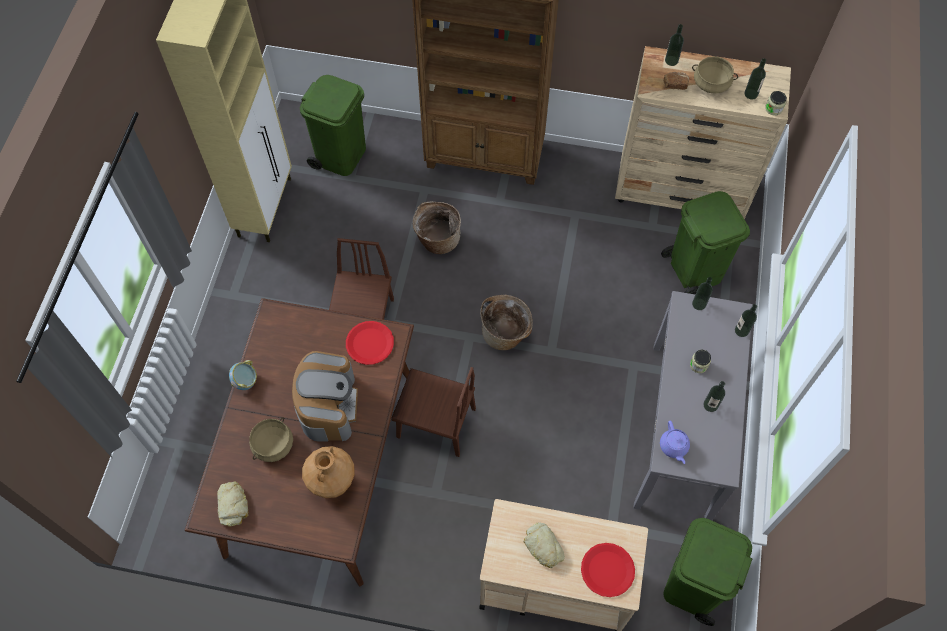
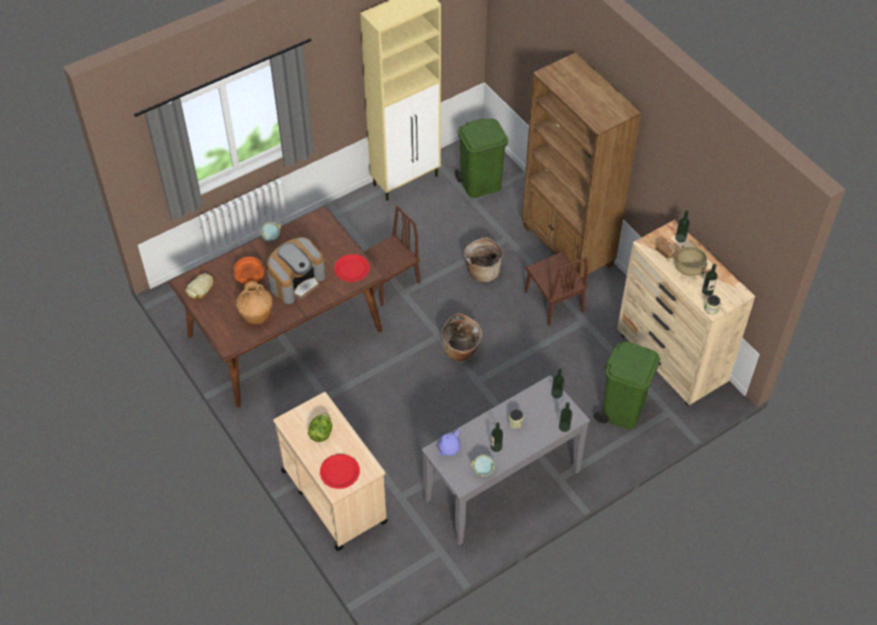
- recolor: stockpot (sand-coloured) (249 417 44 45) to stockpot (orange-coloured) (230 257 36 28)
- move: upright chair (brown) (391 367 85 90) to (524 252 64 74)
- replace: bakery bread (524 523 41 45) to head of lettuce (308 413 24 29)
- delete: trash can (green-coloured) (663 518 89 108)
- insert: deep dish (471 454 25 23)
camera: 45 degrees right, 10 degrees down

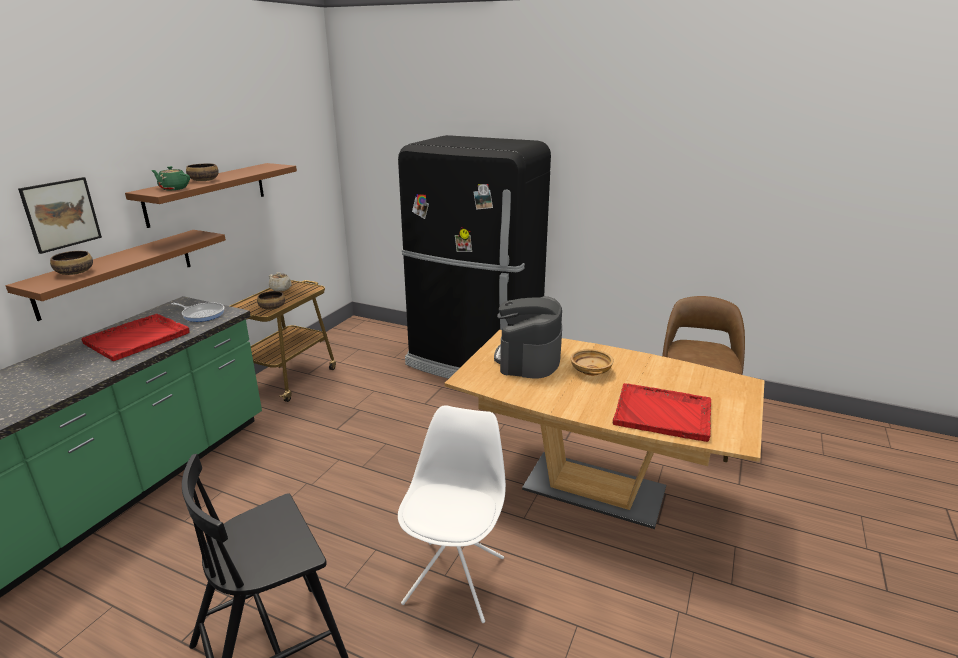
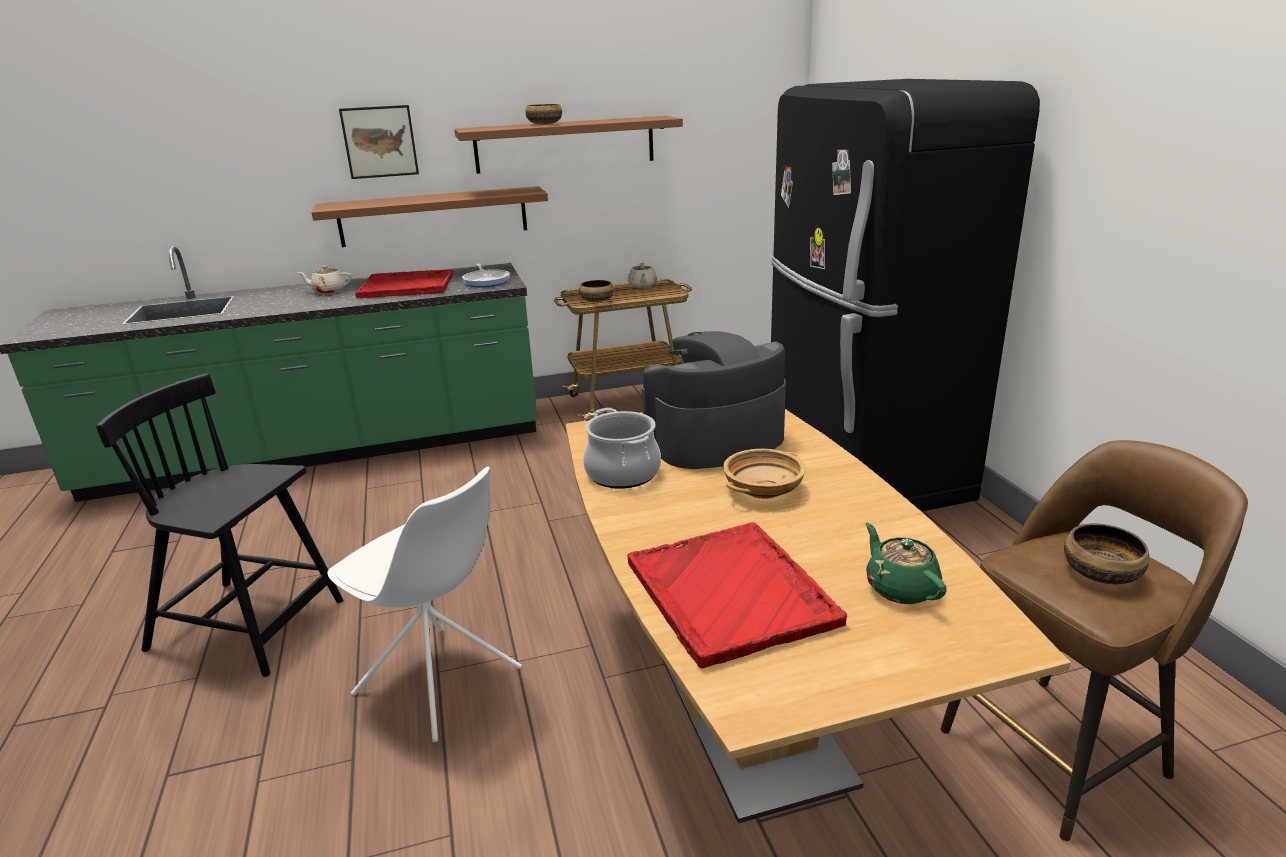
- move: deep dish (50 251 43 24) to (1064 523 86 61)
- move: tea pot (green-coloured) (151 166 39 24) to (866 522 81 82)
- rotate: upright chair (white-coloured) (398 405 108 218) = (327 467 195 275) 60 degrees clockwise
- insert: tea pot (sand-coloured) (298 266 54 28)
- insert: stockpot (583 408 78 81)
camera: 50 degrees right, 0 degrees up

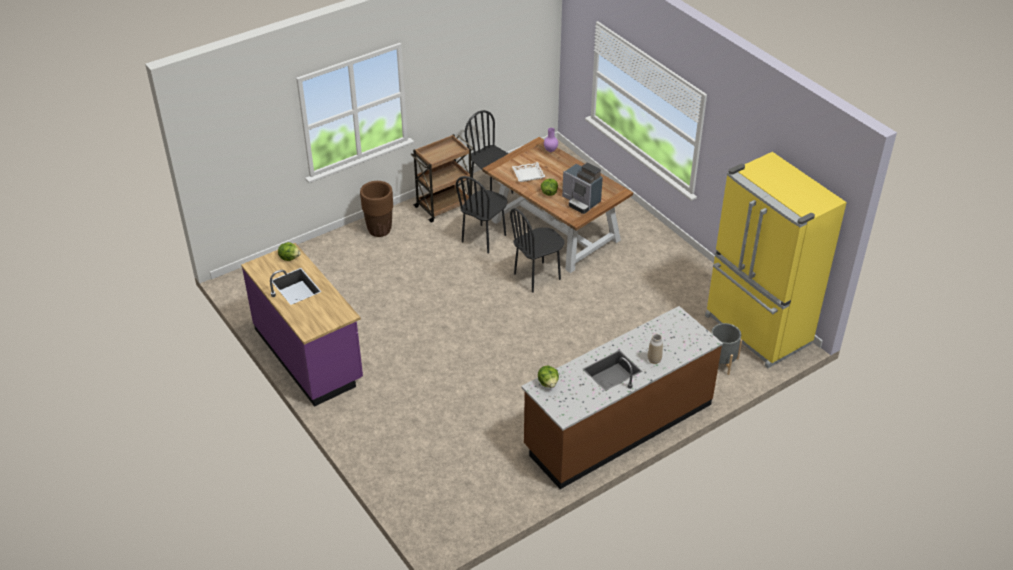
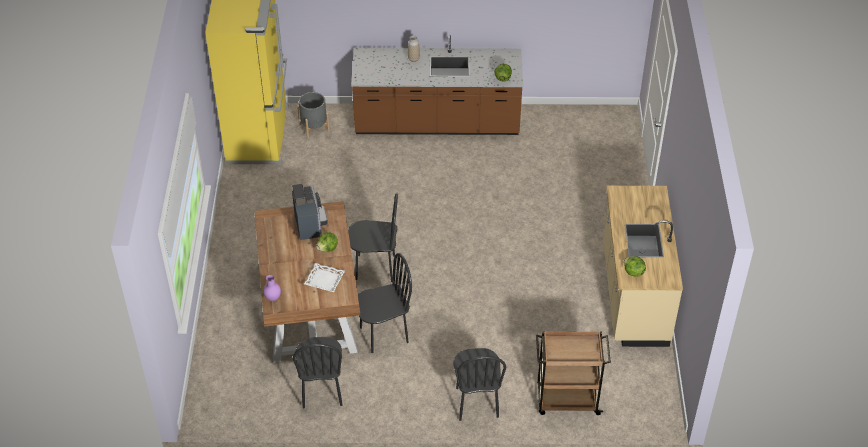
- recolor: kitchen counter (purple-coloured) (241 243 122 164) to kitchen counter (sand-coloured) (603 186 80 161)
- replace: flower pot (brown) (360 181 33 56) to upright chair (blackish) (454 348 52 73)
- move: wheeled cart (brown) (410 134 64 89) to (536 331 75 84)
camera: 145 degrees left, 5 degrees up

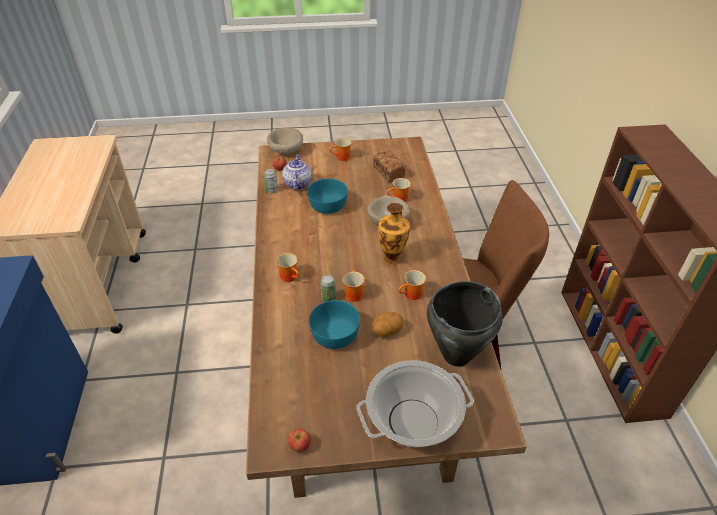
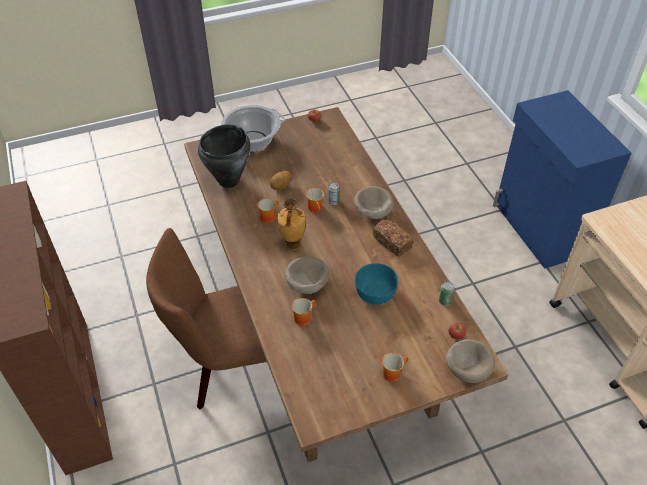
- replace: tea mug (276 253 23 29) to deep dish (sand-coloured) (354 186 40 33)
- delete: tea pot (282 154 30 37)
- delete: deep dish (turquoise) (309 300 51 49)
- move: bakery bread (373 150 33 32) to (373 219 40 38)
camera: 165 degrees right, 5 degrees up

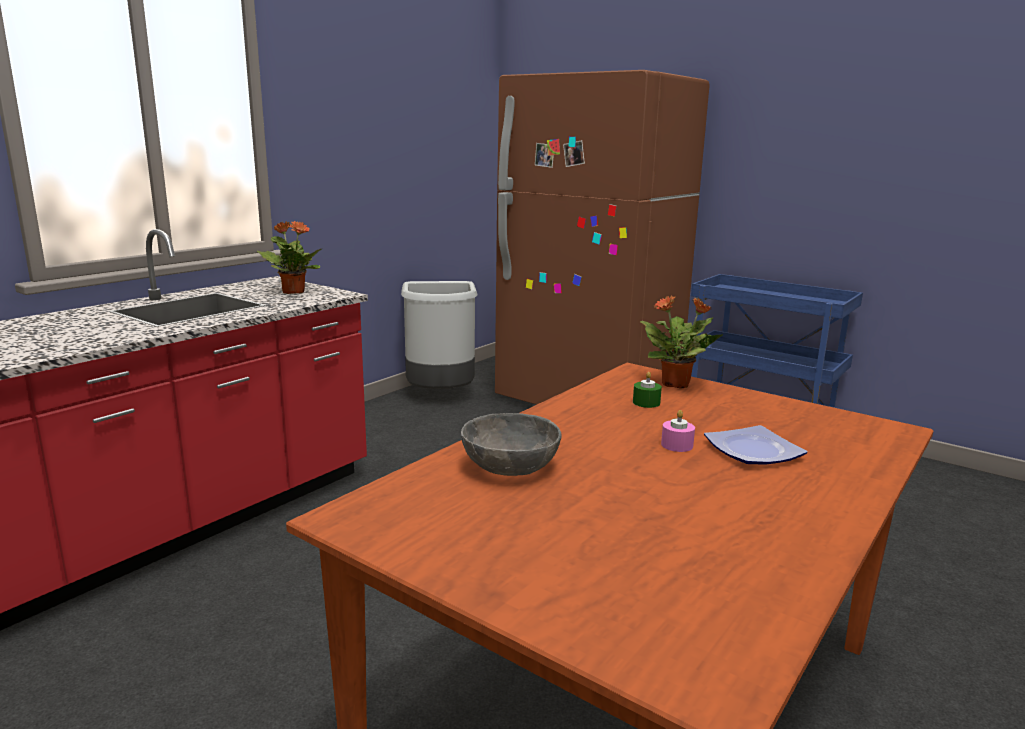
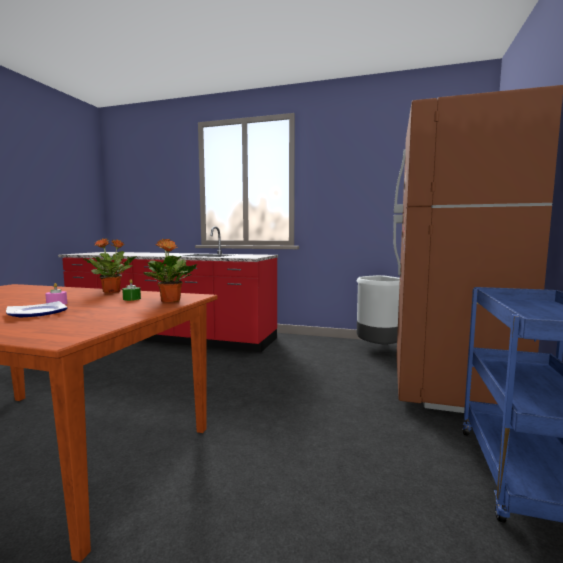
- move: potted plant (257 221 66 73) to (82 238 55 55)
- delete: deep dish (greyish) (461 413 100 63)
camera: 70 degrees right, 10 degrees down

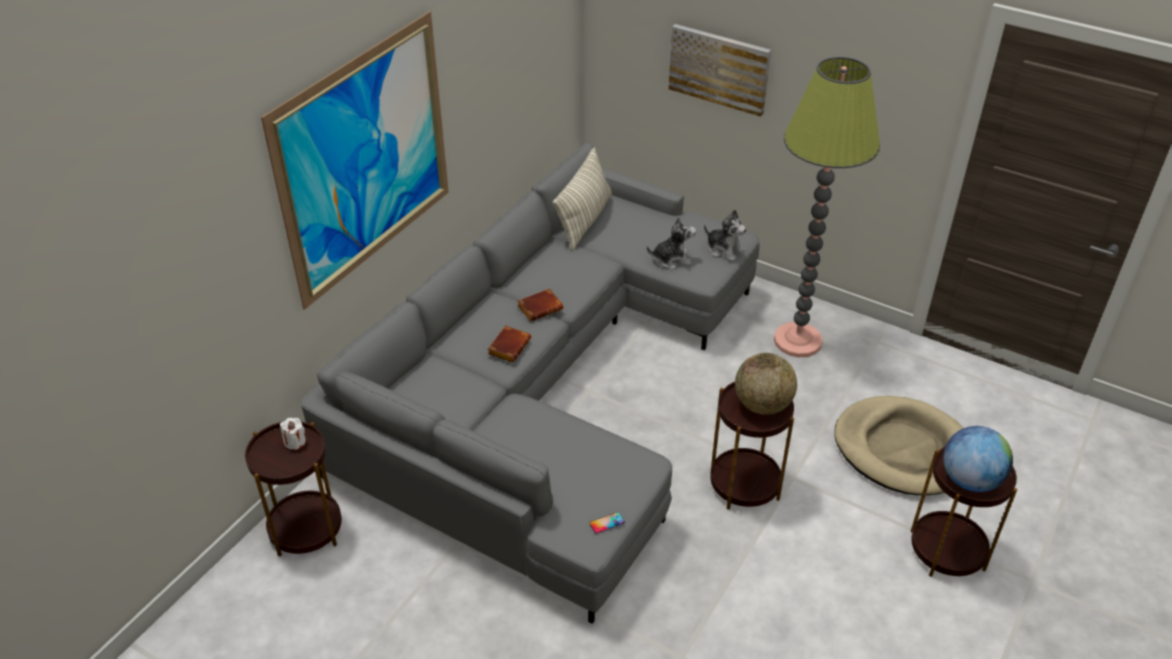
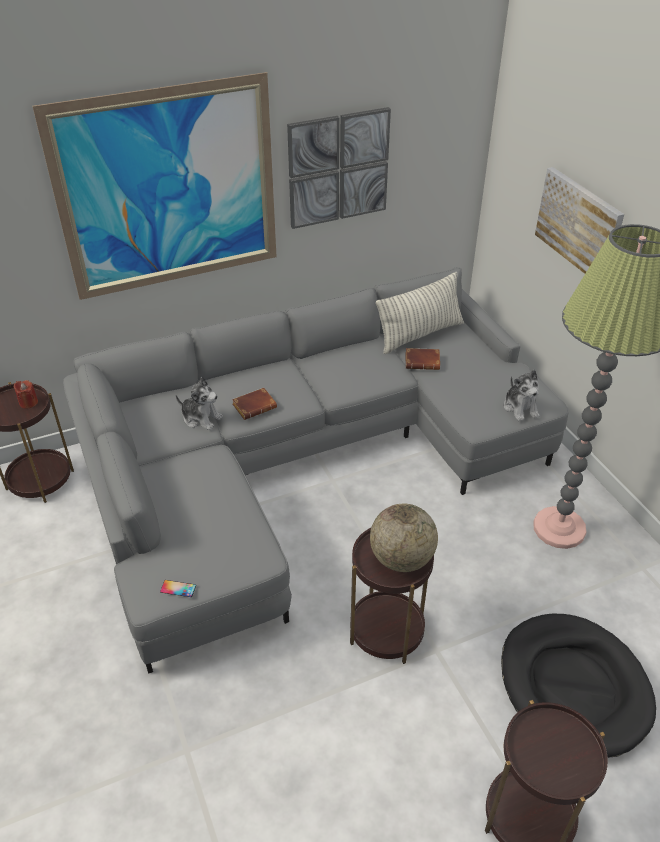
- recolor: wax light (white-coloured) (280 418 26 32) to wax light (reddish) (14 380 24 29)
- move: bound book (brown) (517 289 46 32) to (406 348 34 22)
- move: plush toy (647 217 49 52) to (175 377 48 53)
- recolor: pet bed (sand-coloured) (834 396 130 99) to pet bed (blackish) (501 613 155 145)
- delete: world globe (943 426 70 66)
- insert: wall art (287 107 104 122)
camera: 35 degrees right, 0 degrees up

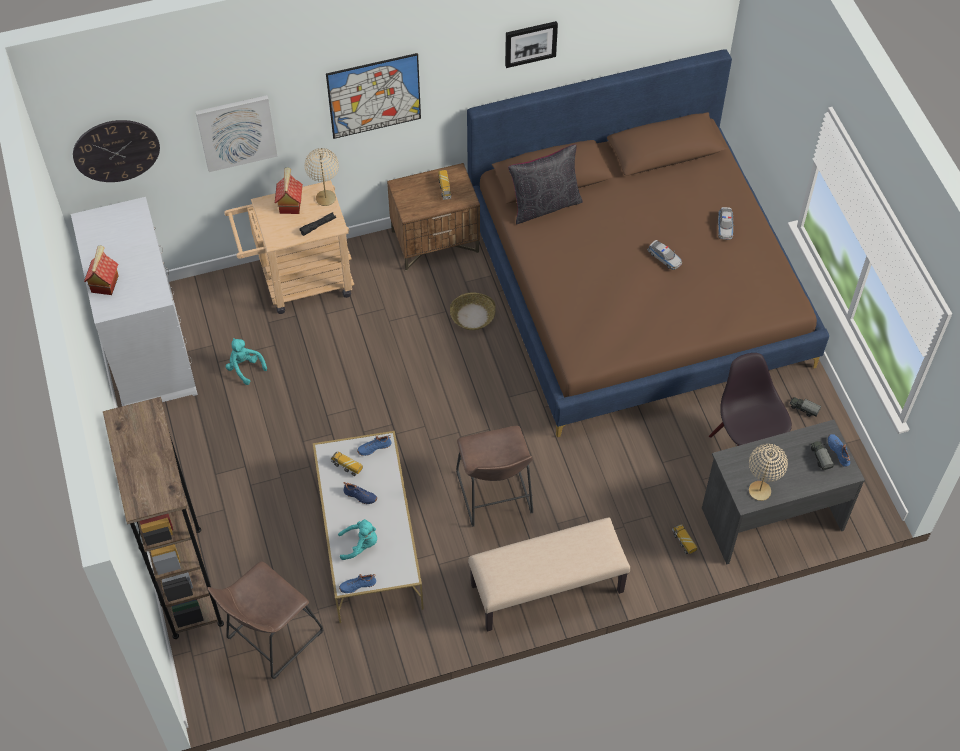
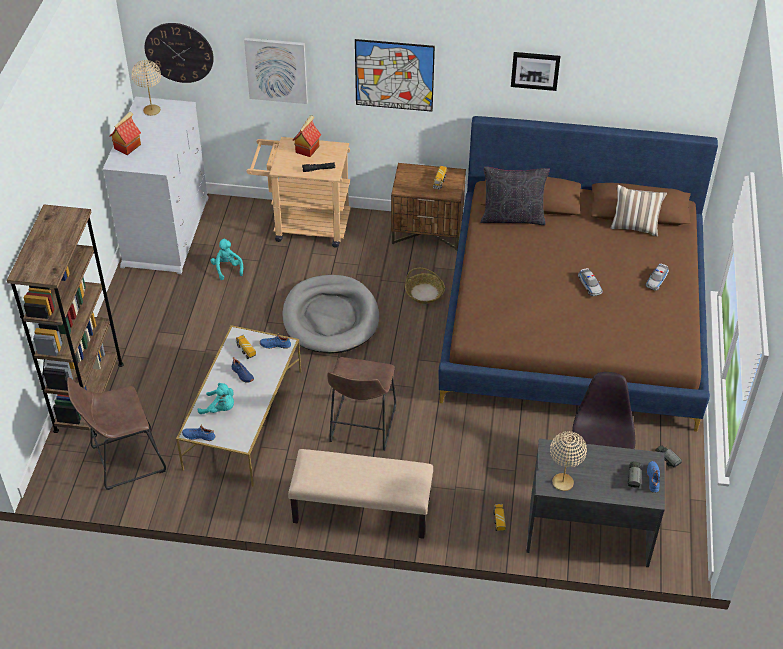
- move: tabletop lamp (sand-coloured) (305 148 34 58) to (131 60 30 56)
- insert: pet bed (greyish) (282 275 97 78)
- insert: cushion (610 185 57 52)
camera: 25 degrees right, 10 degrees down

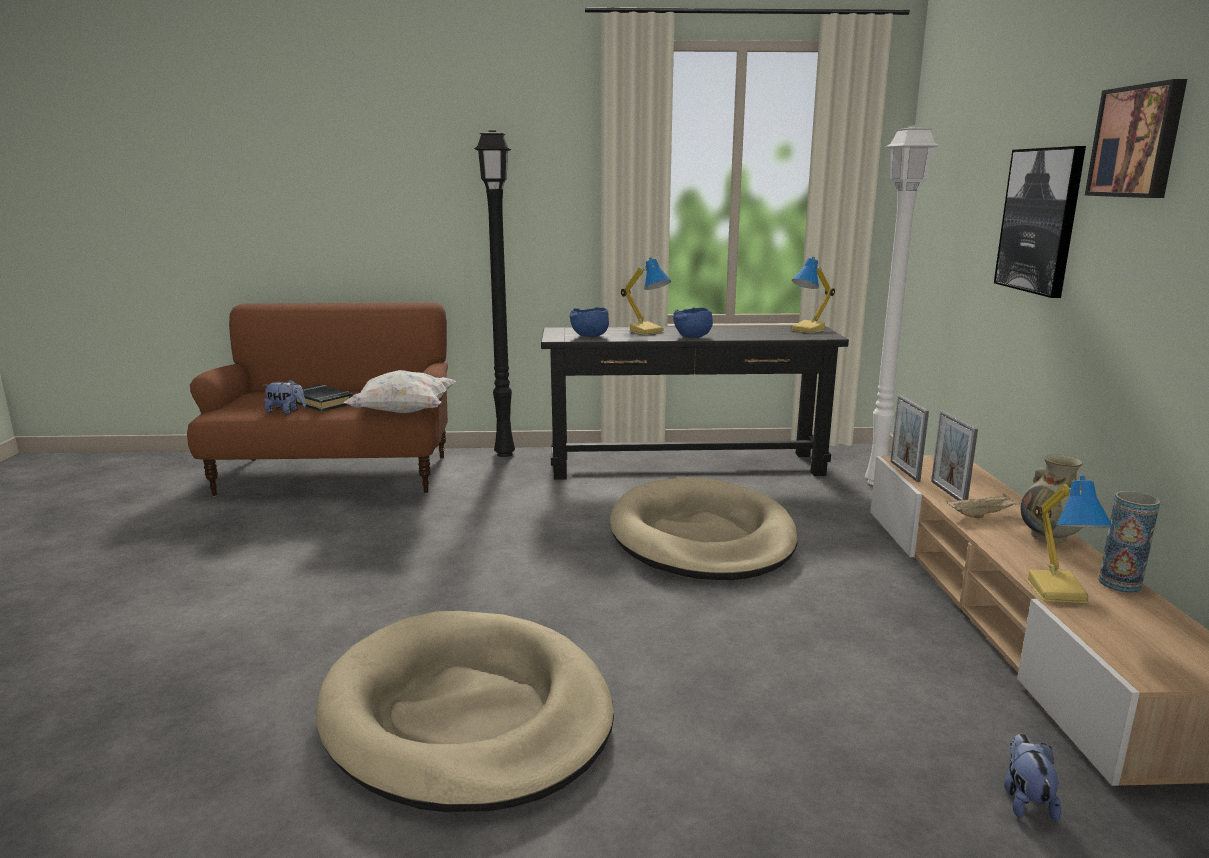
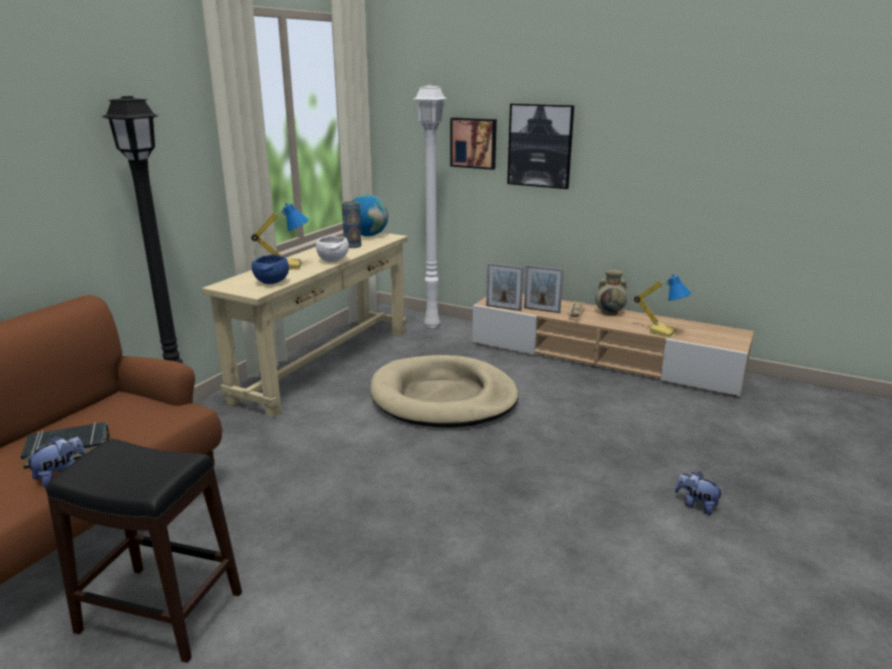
- delete: pet bed (sand-coloured) (316 611 298 201)
- delete: cushion (white-coloured) (344 370 112 43)
- recolor: hall table (blackish) (541 326 308 154) to hall table (sand-coloured) (202 232 206 186)
- recolor: deep dish (bluish) (673 307 40 31) to deep dish (white-coloured) (316 235 33 27)
- replace: tabletop lamp (791 257 44 77) to world globe (353 194 35 42)
- move: plush toy (1004 734 57 87) to (675 472 49 43)
- move: wall art (1085 79 102 119) to (450 117 47 53)
- move: flower vase (1098 491 62 102) to (342 201 20 47)
- insert: sitting stool (blackish) (46 439 196 224)
camera: 60 degrees left, 5 degrees up

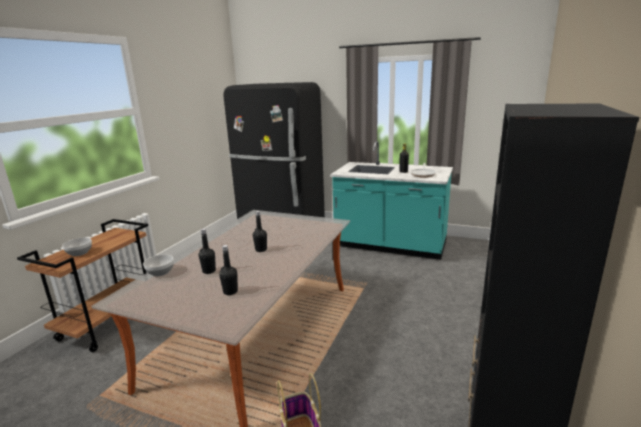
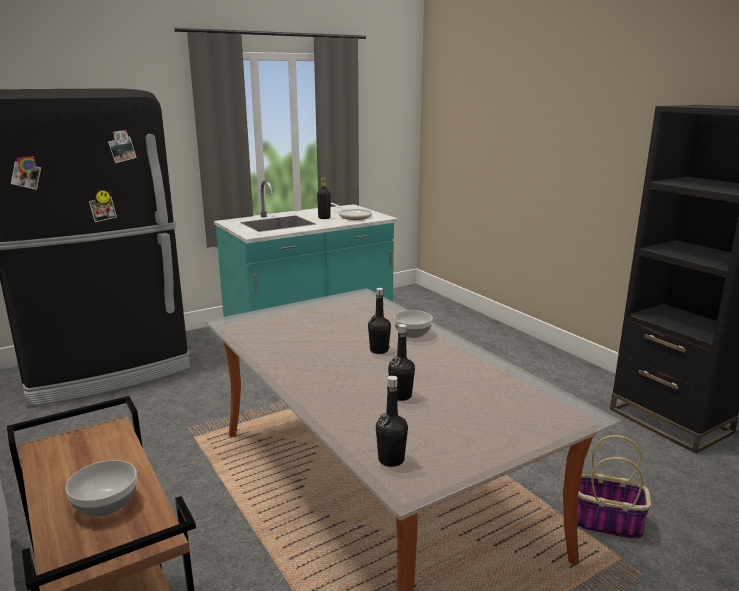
- move: deep dish (143 255 31 21) to (394 310 39 28)
- move: beverage bottle (blackish) (219 245 19 50) to (376 376 32 91)
camera: 55 degrees left, 0 degrees up

